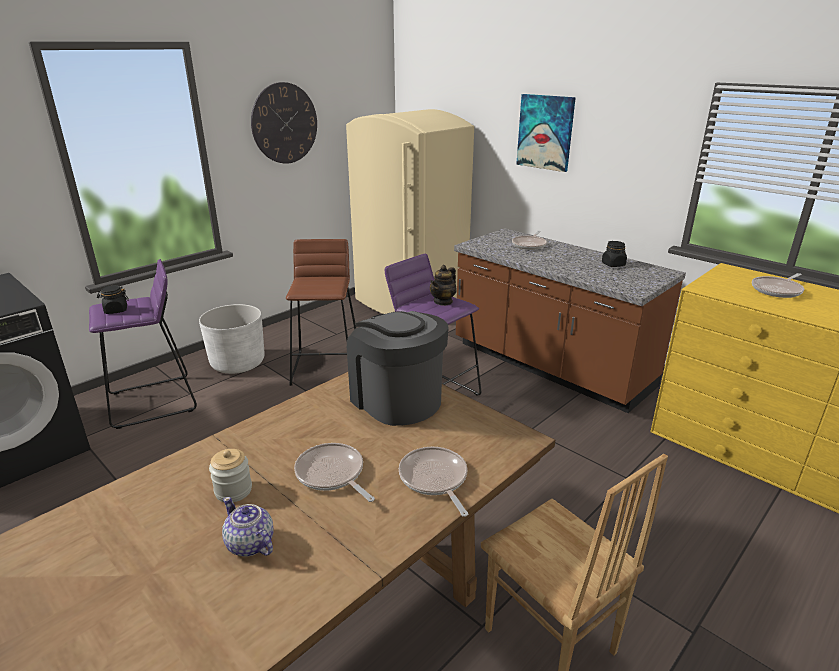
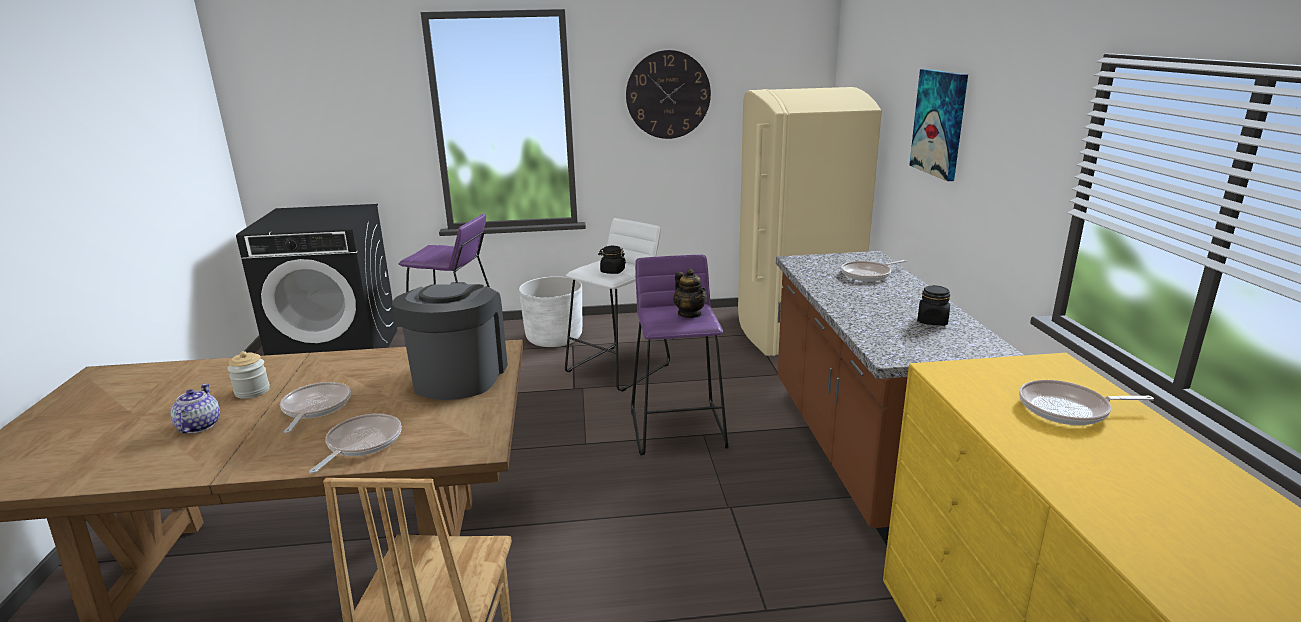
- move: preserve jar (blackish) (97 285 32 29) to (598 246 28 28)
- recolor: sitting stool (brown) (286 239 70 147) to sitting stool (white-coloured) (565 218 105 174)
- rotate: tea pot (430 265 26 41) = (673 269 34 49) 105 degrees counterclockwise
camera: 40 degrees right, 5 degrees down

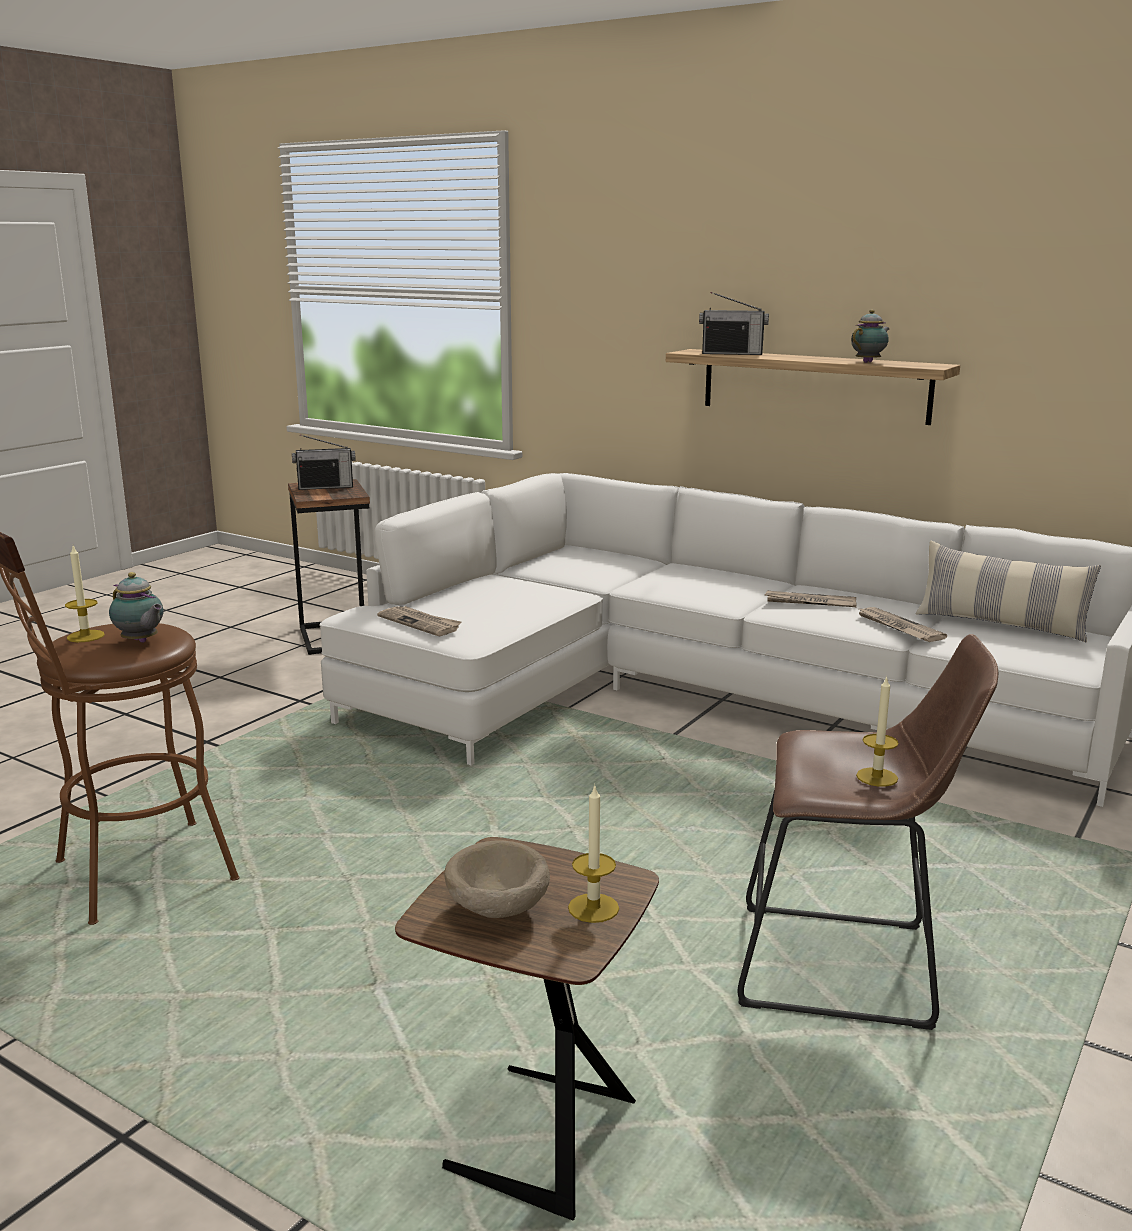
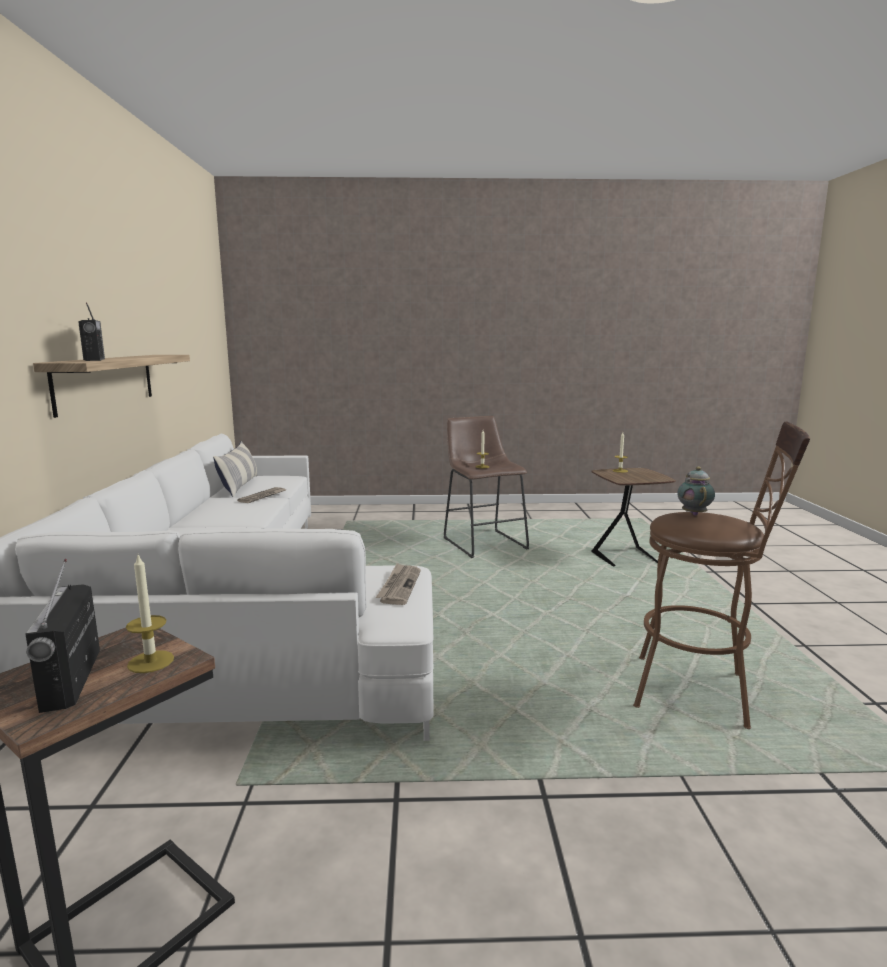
- move: wax light (65 546 40 96) to (126 555 48 118)
- rotate: radio receiver (292 434 64 56) = (25 559 75 154) 150 degrees counterclockwise
- delete: deep dish (sand-coloured) (444 840 106 78)
- delete: printed paper (764 591 92 16)
- delete: tea pot (851 310 39 53)
camera: 125 degrees left, 5 degrees down

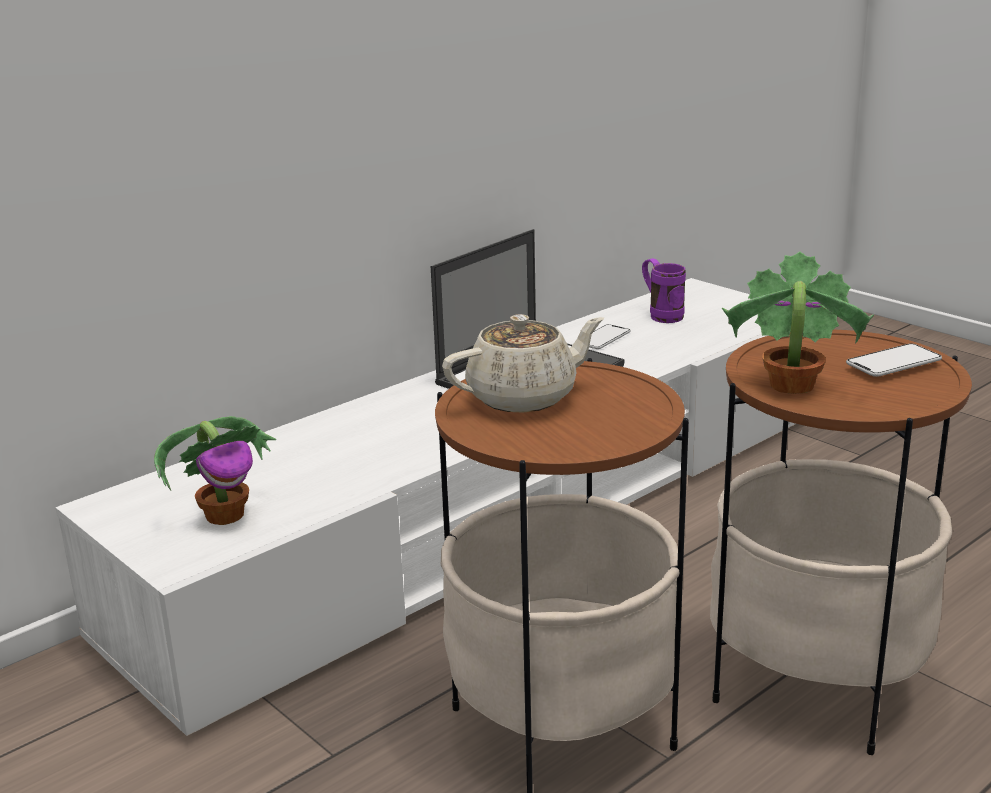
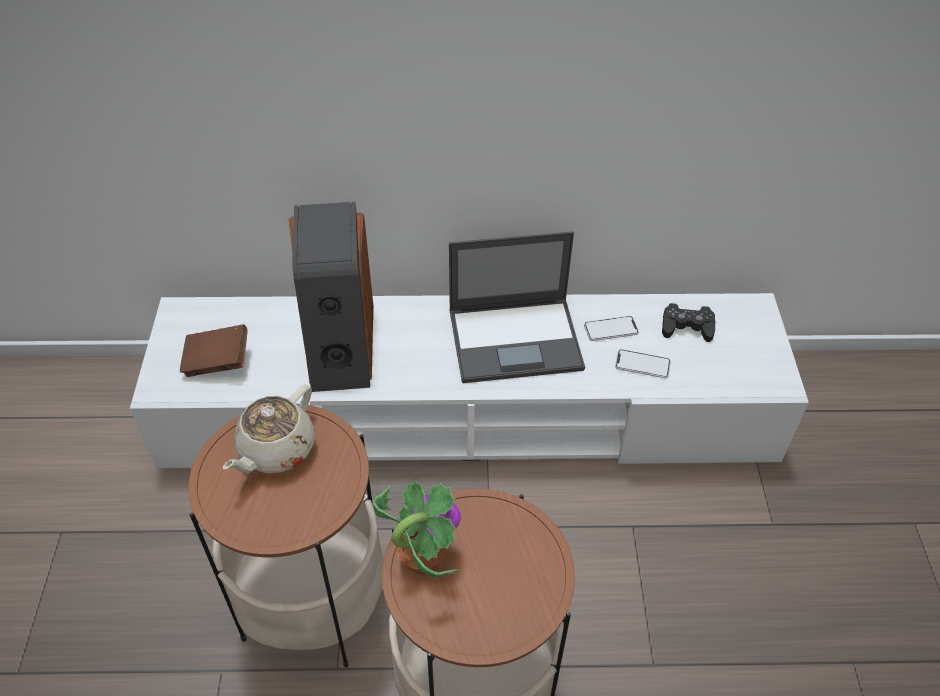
- replace: potted plant (154 416 123 109) to bound book (brown) (180 324 68 53)
- rotate: tea pot (sand-coloured) (442 314 162 99) = (223 384 92 90) 105 degrees clockwise
- replace: tea mug (purple-coloured) (642 258 44 65) to game controller (blackish) (662 303 54 39)
- move: telephone (846 344 96 33) to (615 349 56 29)
- insert: audio speaker (289 202 84 190)
camera: 40 degrees right, 25 degrees up

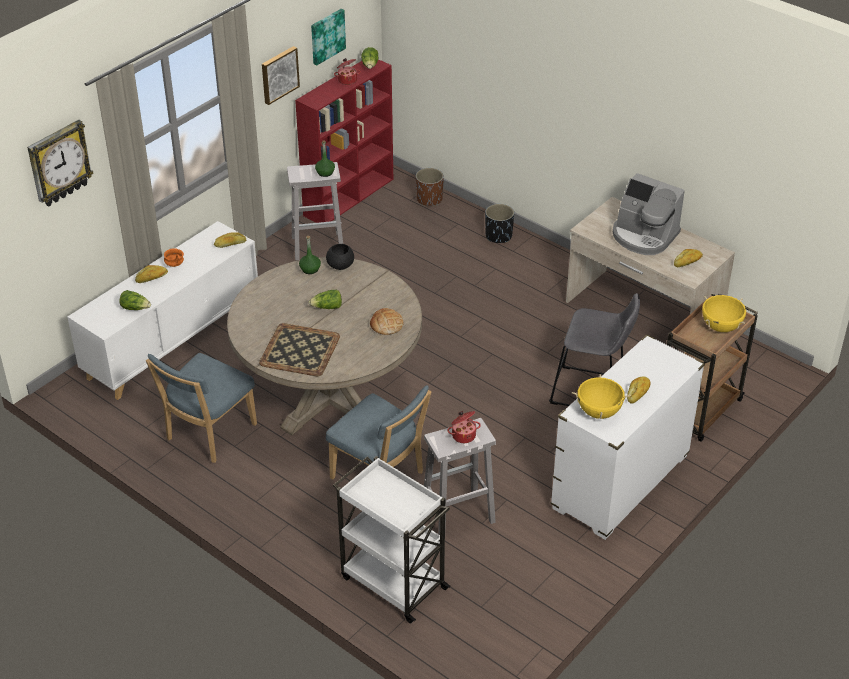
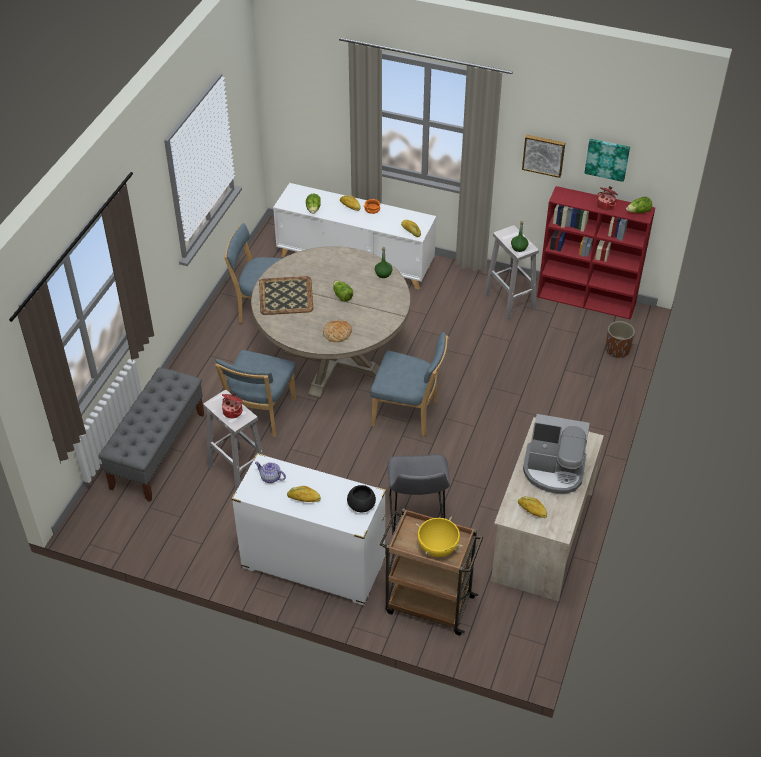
- delete: clock on the wall (27 120 66 86)
- move: deep dish (blackish) (326 244 28 26) to (347 485 29 27)
- replace: wheeled cart (white-coloured) (333 456 118 167) to indoor bench (greyish) (98 367 106 135)
- delete: flower pot (blackish) (485 204 29 39)
- replace: stockpot (yellow) (572 374 59 45) to tea pot (255 462 31 21)
- rotate: coffee brewer (613 173 72 82) = (523 414 67 80) 90 degrees counterclockwise
- insert: upright chair (bluish) (370 332 79 104)
camera: 70 degrees right, 5 degrees up

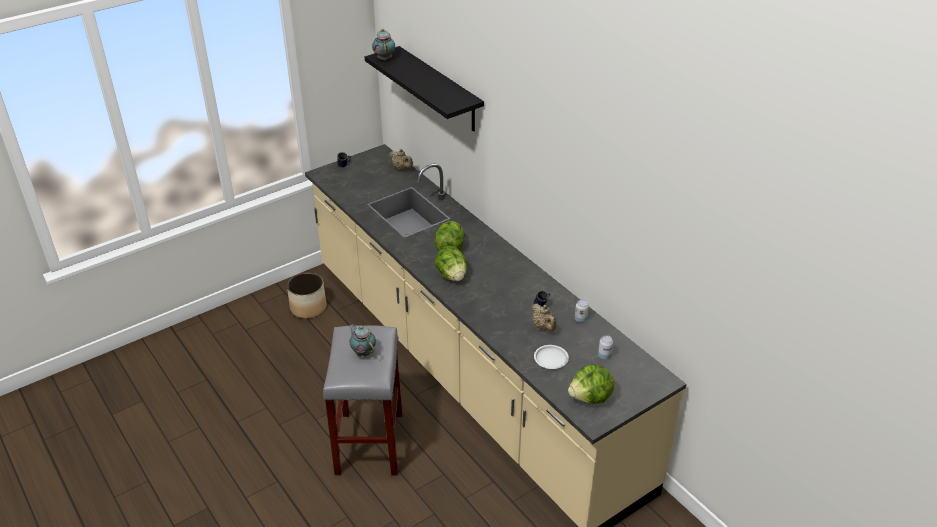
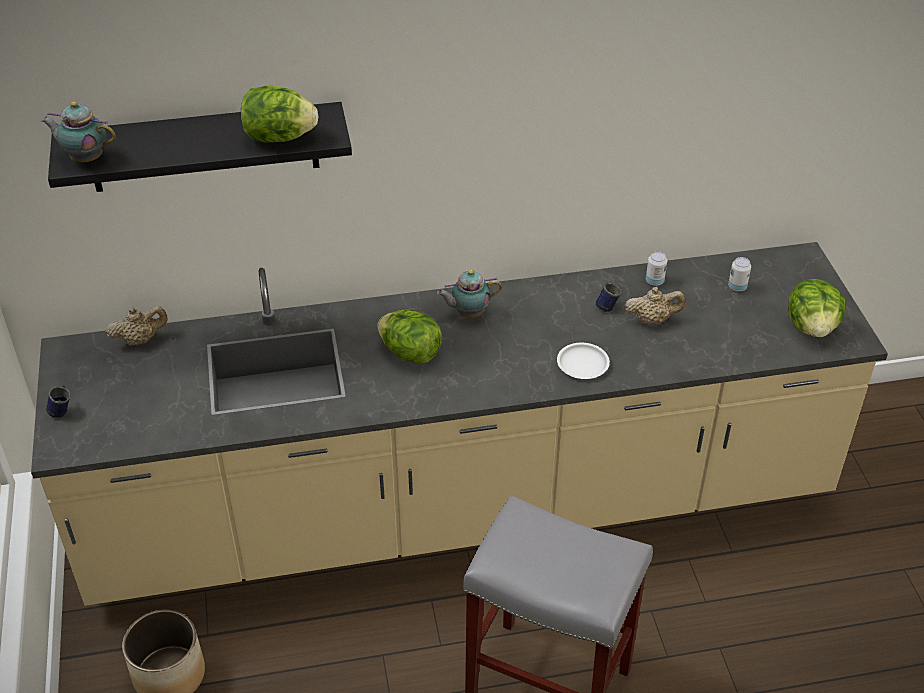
- move: tea pot (349 324 27 32) to (437 270 65 48)
- move: head of lettuce (435 246 32 35) to (241 85 77 57)
- move: dinner plate (white-coloured) (534 345 35 24) to (557 343 53 36)
camera: 65 degrees left, 5 degrees up

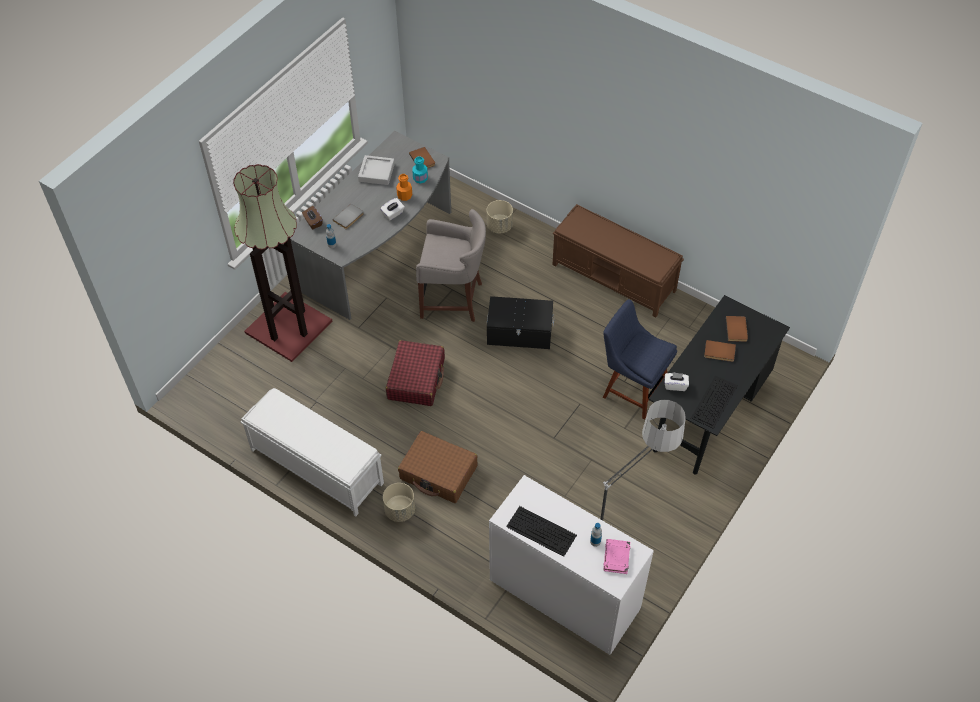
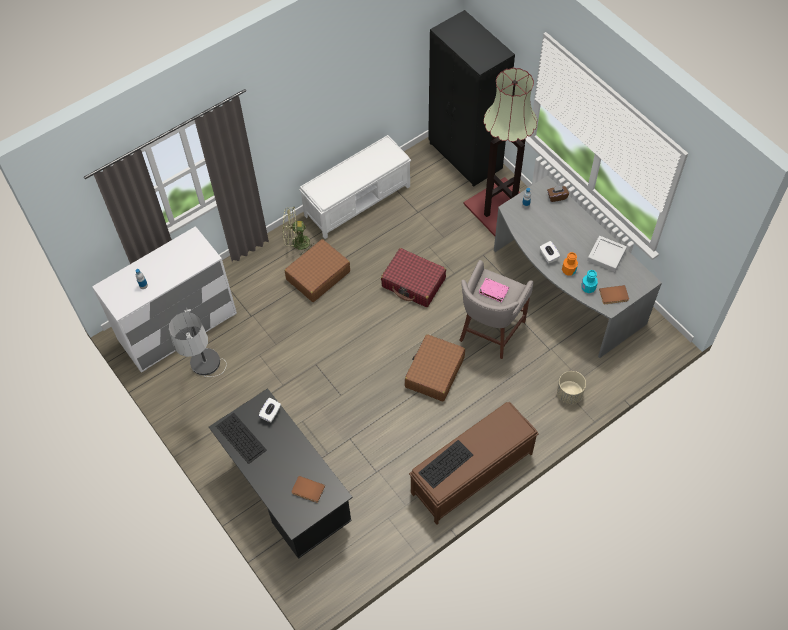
- delete: bound book (greyish) (333 204 31 25)
- replace: flower pot (sand-coloured) (383 483 32 39) to electric fan (green-coloured) (283 206 29 49)
- replace: storage bin (blackish) (487 296 67 53) to travel case (brown) (405 334 60 68)
- move: PC keyboard (506 506 71 51) to (418 440 55 49)
- delete: upright chair (bluish) (603 299 74 120)
- move: bound book (pinkish) (603 539 27 35) to (479 278 30 25)
- delete: bound book (brown) (704 340 32 22)
- insert: armoire (blackish) (428 10 87 177)
camera: 110 degrees right, 5 degrees up

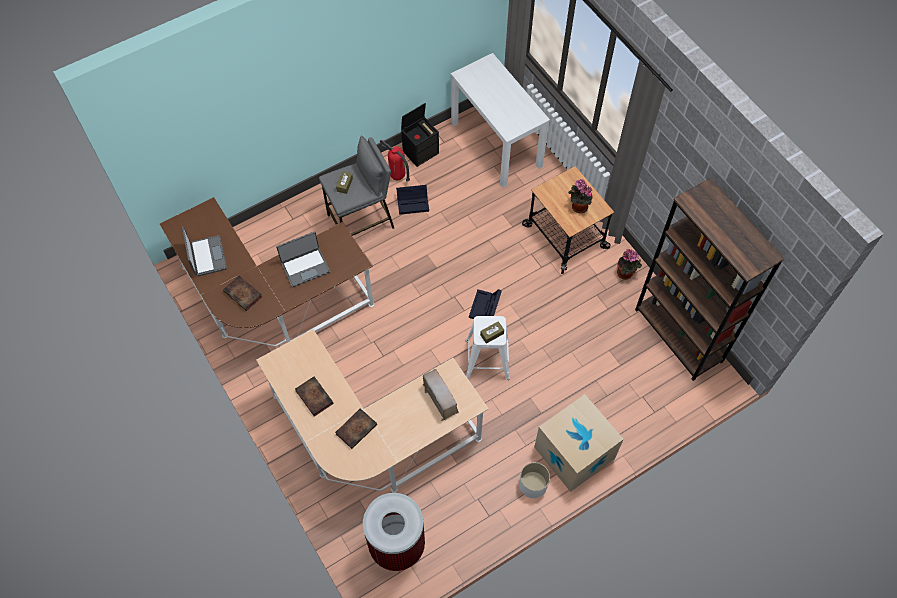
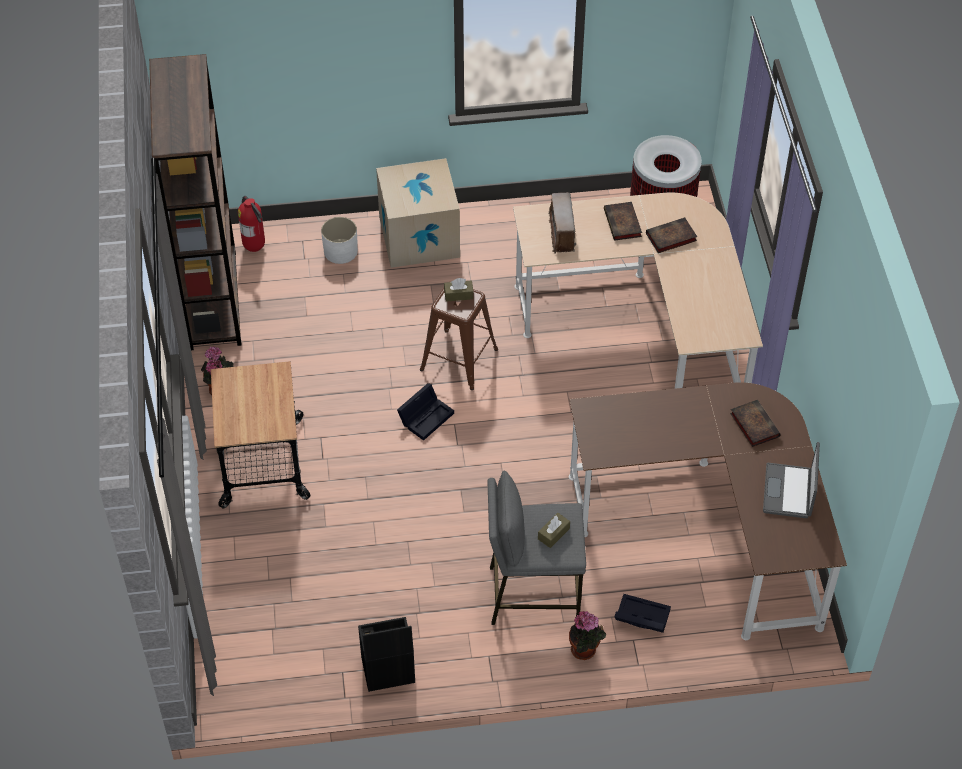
- delete: laptop (276 231 54 56)
- move: bound book (295 377 39 39) to (604 202 38 39)
- move: fire-fighting cylinder (380 140 30 42) to (238 196 27 56)
- move: storage bin (blackish) (396 185 33 30) to (615 594 56 39)
- delete: hall table (white-coloured) (451 53 99 135)
- recolor: sitting stool (white-coloured) (466 316 44 64) to sitting stool (brown) (420 288 78 102)
- move: flower pot (white-coloured) (519 462 31 36) to (321 217 37 47)
- move: potted plant (568 179 25 34) to (569 611 37 49)
camera: 155 degrees left, 10 degrees down

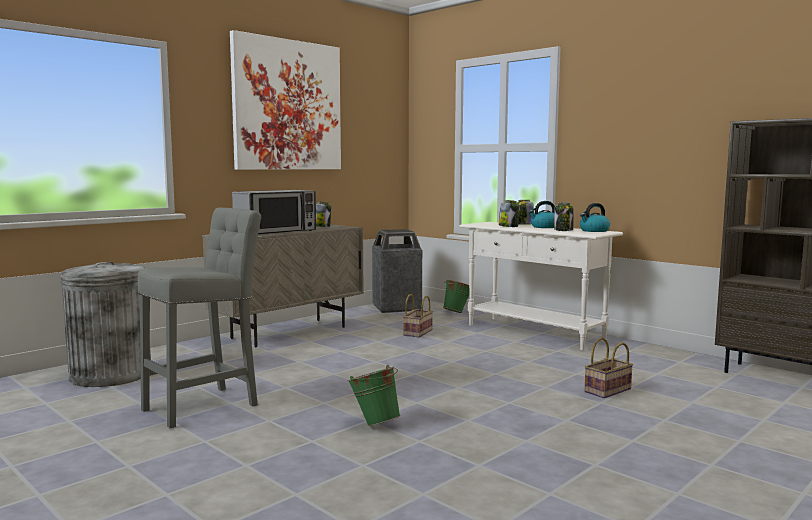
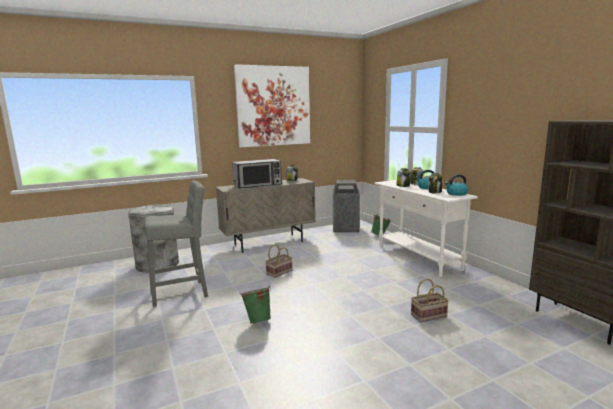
- move: storage basket (403 294 30 44) to (265 244 27 34)
camera: 20 degrees right, 5 degrees up

